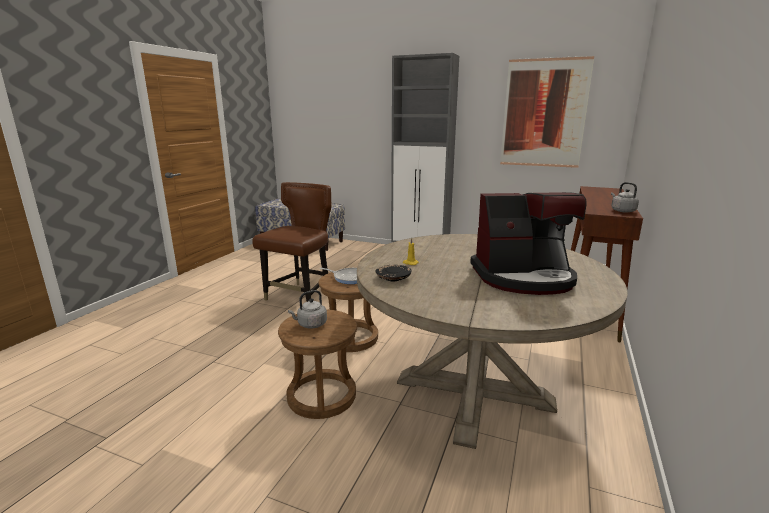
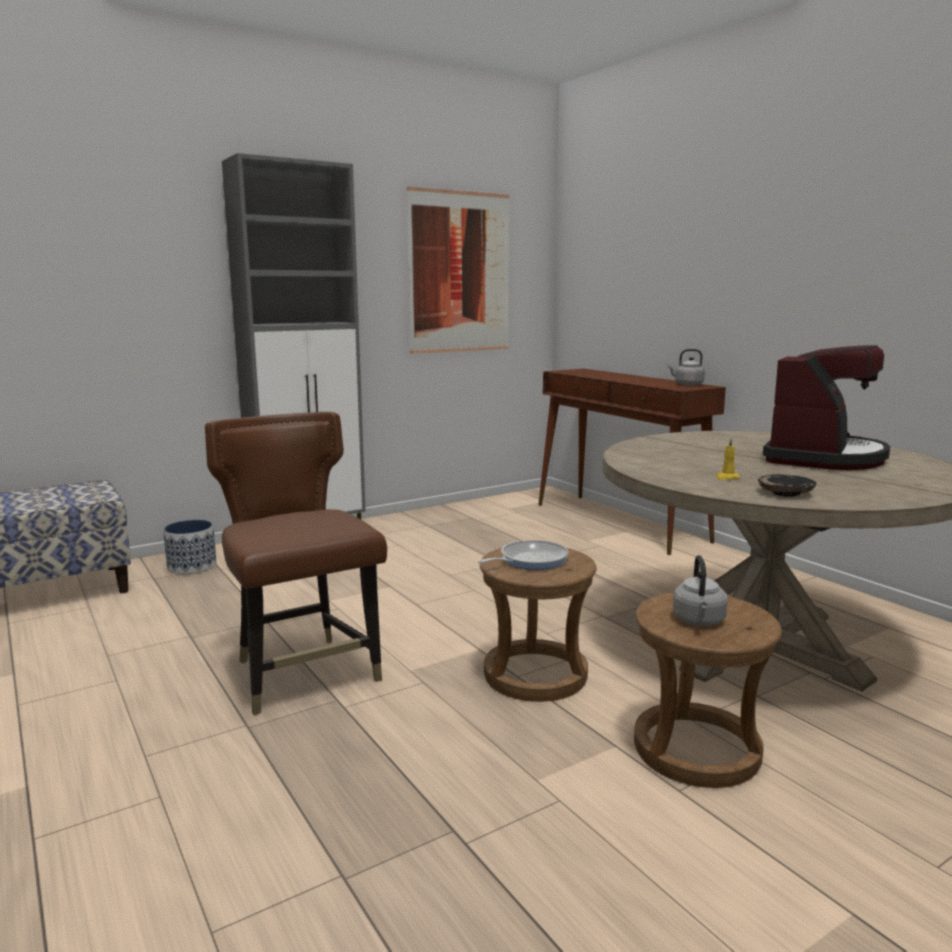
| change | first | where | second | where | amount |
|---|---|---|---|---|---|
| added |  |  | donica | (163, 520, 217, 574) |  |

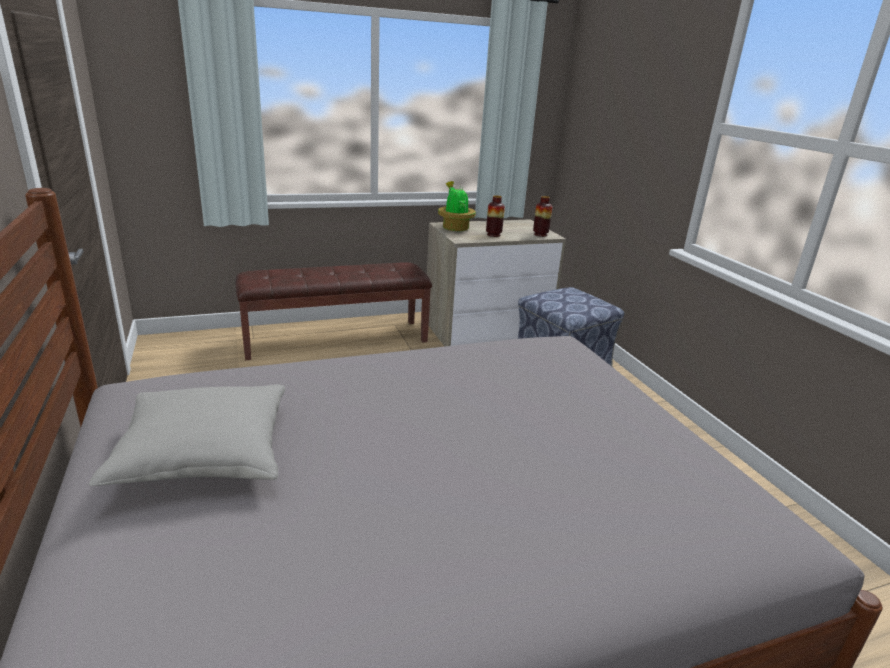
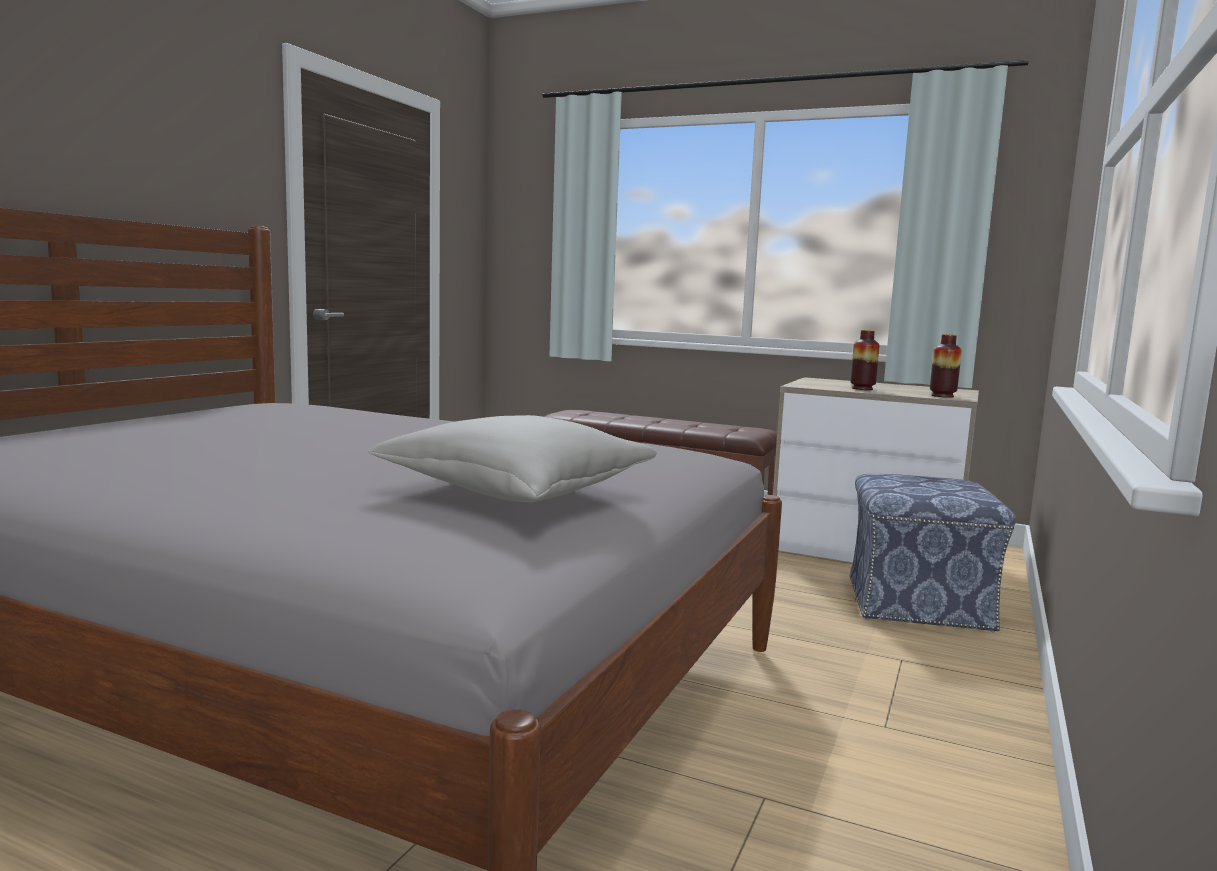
| change | first | where | second | where | amount |
|---|---|---|---|---|---|
| removed | roślina doniczkowa | (438, 181, 476, 231) |  |  |  |
| moved | poduszka [szary] | (89, 385, 285, 486) |  | (368, 415, 657, 502) |  |

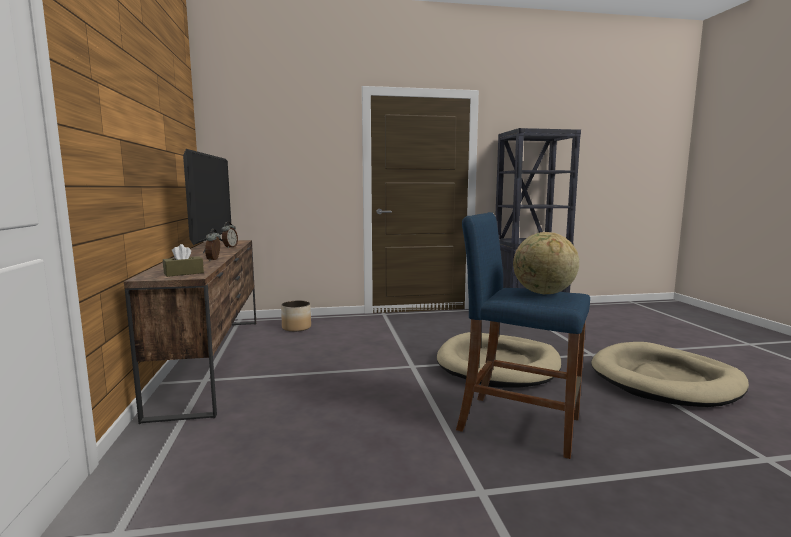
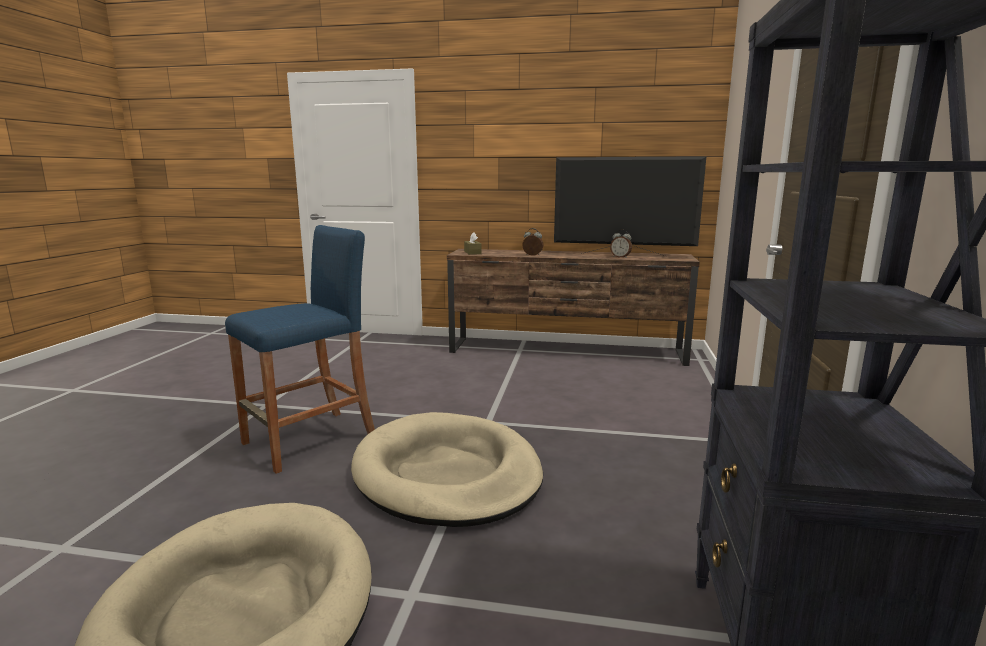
| change | first | where | second | where | amount |
|---|---|---|---|---|---|
| removed | globus | (513, 232, 579, 294) |  |  |  |
| removed | donica | (281, 300, 311, 332) |  |  |  |

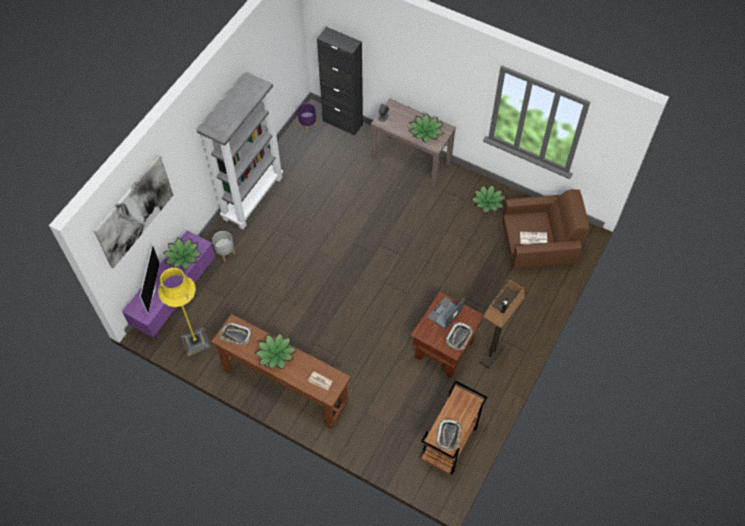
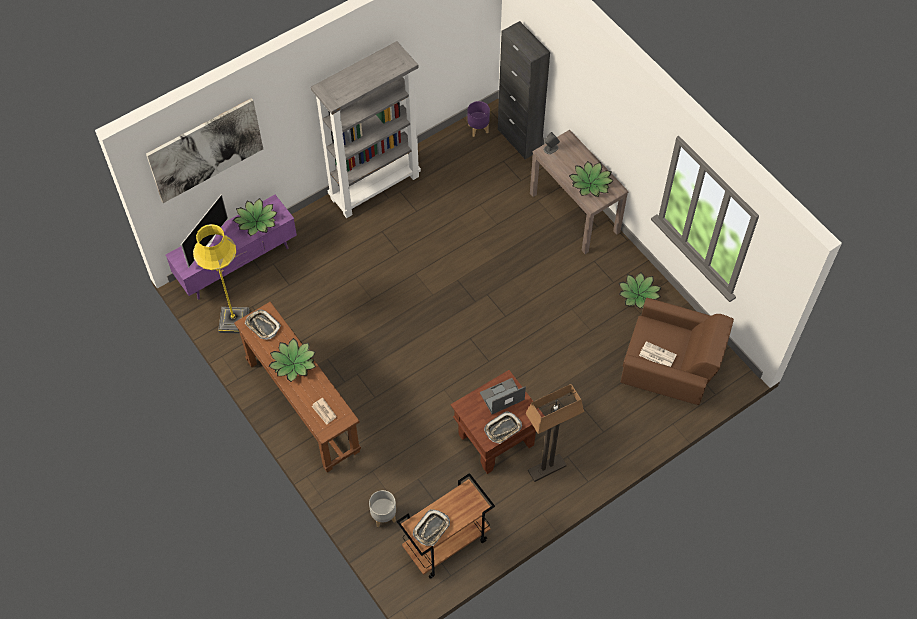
| change | first | where | second | where | amount |
|---|---|---|---|---|---|
| moved | donica [szary] | (212, 231, 236, 262) |  | (369, 490, 396, 528) |  |

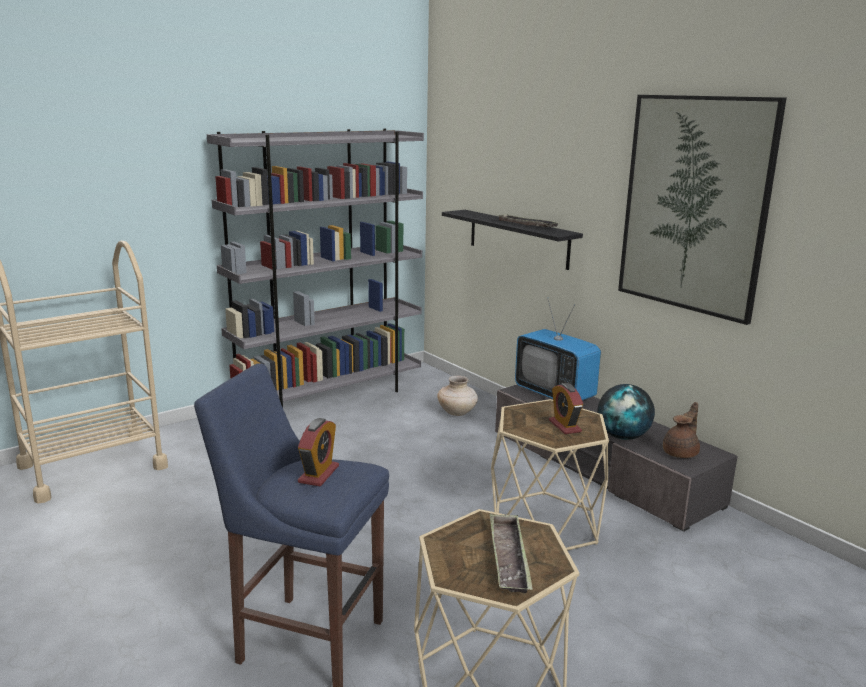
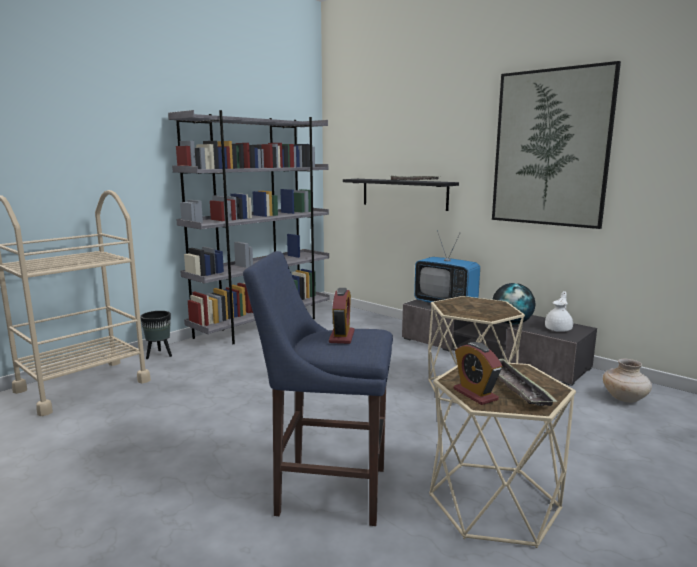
| change | first | where | second | where | amount |
|---|---|---|---|---|---|
| moved | wazon [beżowy] | (437, 376, 478, 416) |  | (603, 359, 652, 403) |  |
| moved | budzik | (549, 383, 583, 434) |  | (454, 342, 502, 405) |  |
| recoloured | imbryk [brązowy] | (663, 402, 700, 458) | imbryk [biały] | (545, 291, 573, 332) |  |
| added |  |  | donica [czarny] | (140, 311, 172, 359) |  |

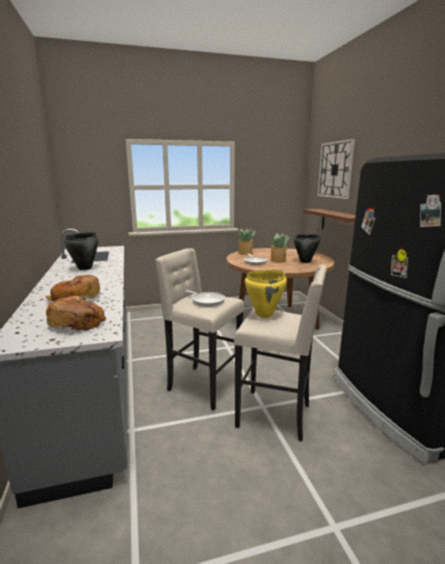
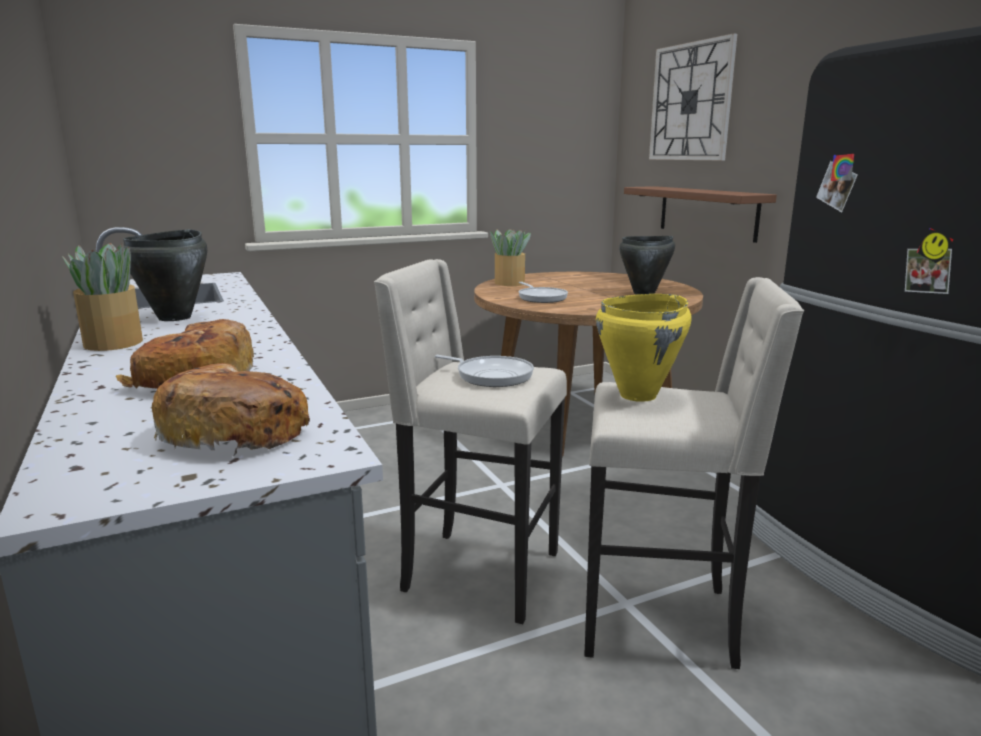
| change | first | where | second | where | amount |
|---|---|---|---|---|---|
| moved | roślina doniczkowa | (271, 233, 289, 263) |  | (62, 243, 143, 351) |  |

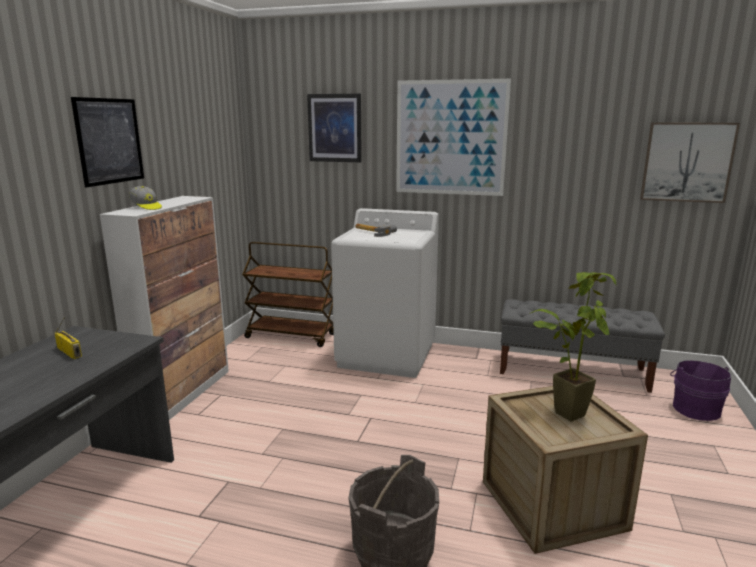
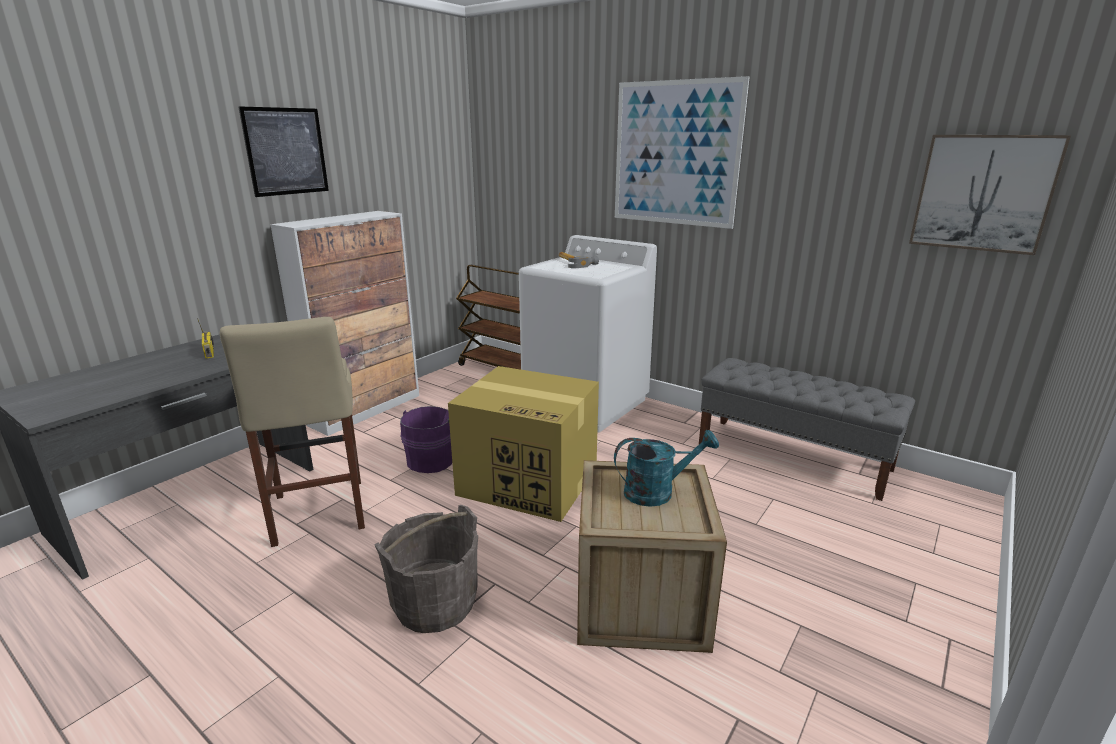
| change | first | where | second | where | amount |
|---|---|---|---|---|---|
| removed | obraz | (307, 94, 362, 162) |  |  |  |
| removed | czapka z daszkiem | (129, 186, 162, 210) |  |  |  |
| replaced | roślina doniczkowa | (529, 272, 616, 421) | konewka [turkusowy] | (614, 430, 719, 507) |  |
| moved | wiadro [fioletowy] | (670, 360, 731, 421) |  | (400, 406, 452, 473) |  |
| added |  |  | stołek [beżowy] | (220, 317, 365, 547) |  |
| added |  |  | karton | (448, 366, 599, 522) |  |

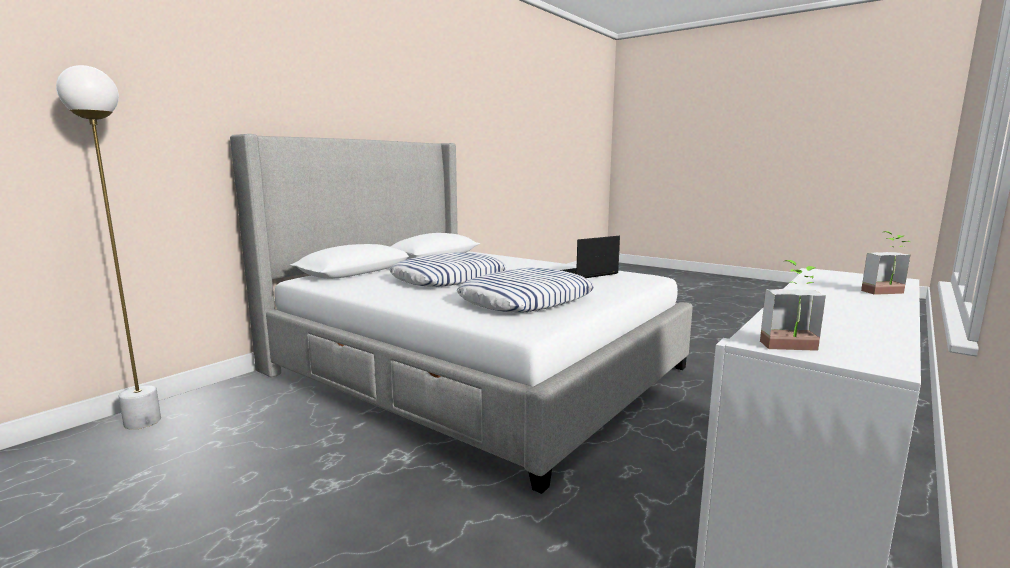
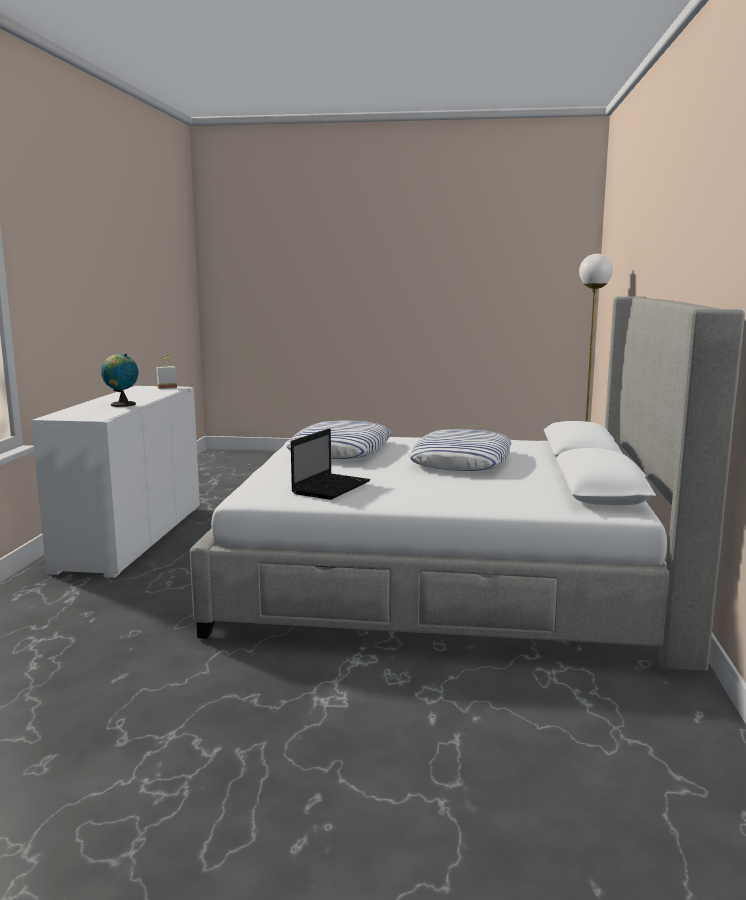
| change | first | where | second | where | amount |
|---|---|---|---|---|---|
| removed | roślina doniczkowa | (861, 231, 911, 295) |  |  |  |
| added |  |  | globus | (101, 354, 139, 407) |  |

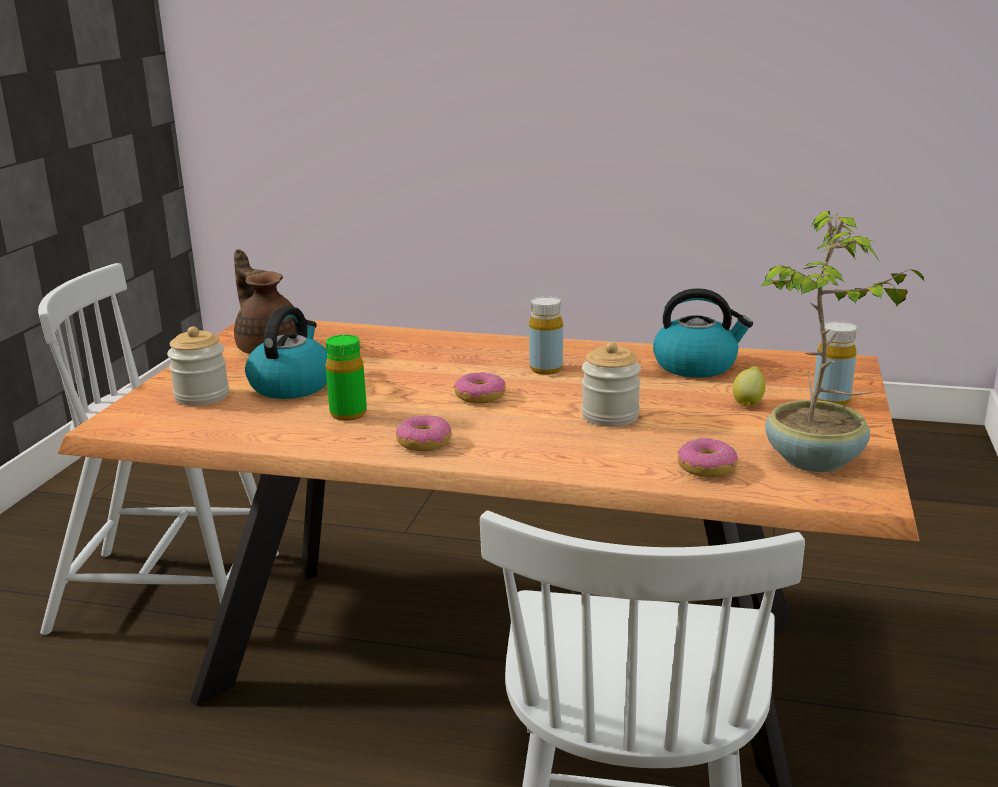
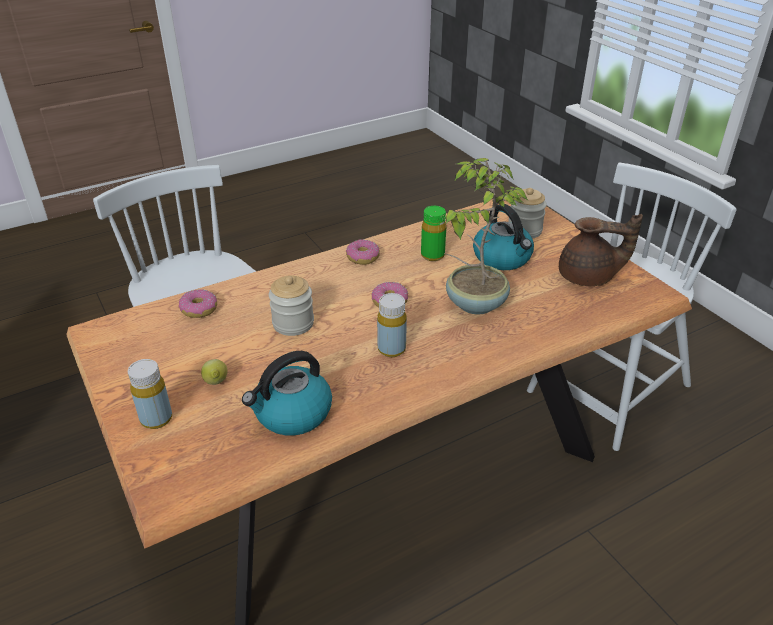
| change | first | where | second | where | amount |
|---|---|---|---|---|---|
| moved | roślina doniczkowa | (760, 211, 924, 472) |  | (446, 158, 528, 314) |  |

